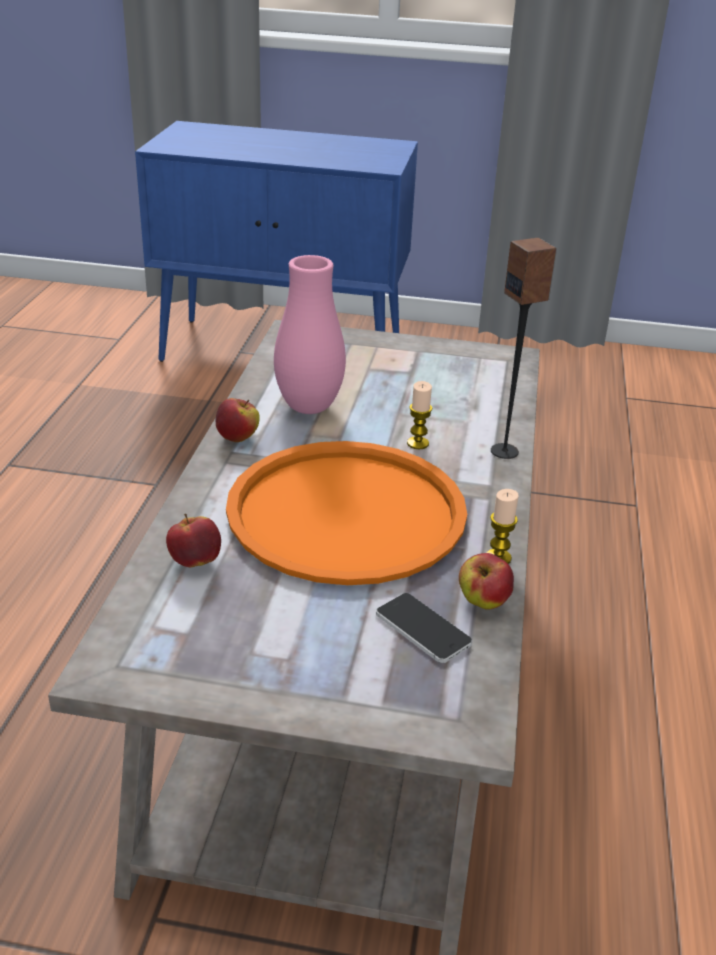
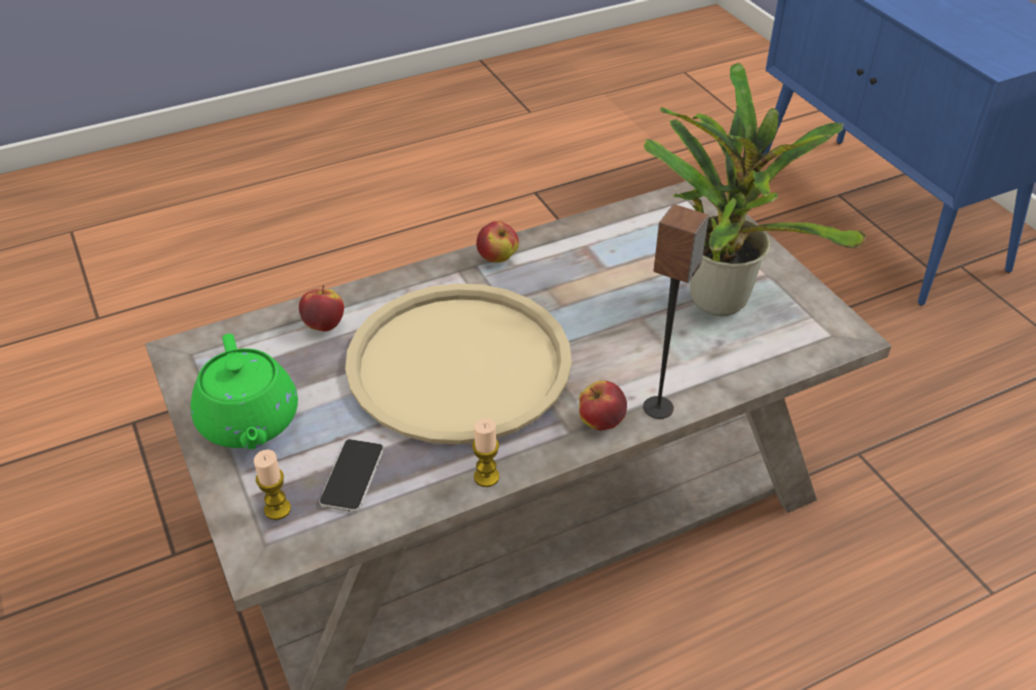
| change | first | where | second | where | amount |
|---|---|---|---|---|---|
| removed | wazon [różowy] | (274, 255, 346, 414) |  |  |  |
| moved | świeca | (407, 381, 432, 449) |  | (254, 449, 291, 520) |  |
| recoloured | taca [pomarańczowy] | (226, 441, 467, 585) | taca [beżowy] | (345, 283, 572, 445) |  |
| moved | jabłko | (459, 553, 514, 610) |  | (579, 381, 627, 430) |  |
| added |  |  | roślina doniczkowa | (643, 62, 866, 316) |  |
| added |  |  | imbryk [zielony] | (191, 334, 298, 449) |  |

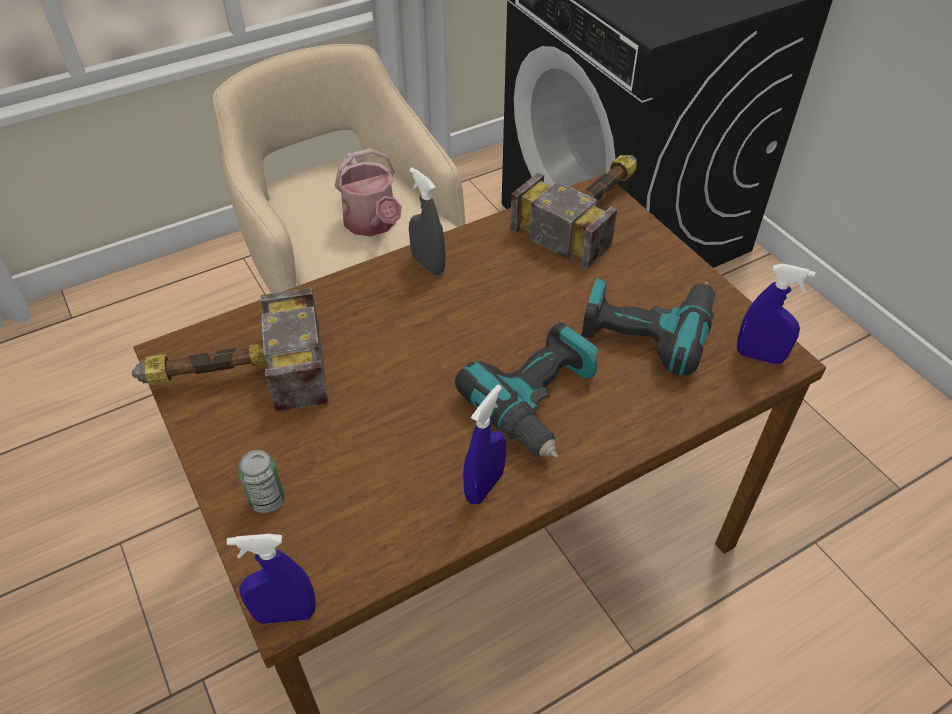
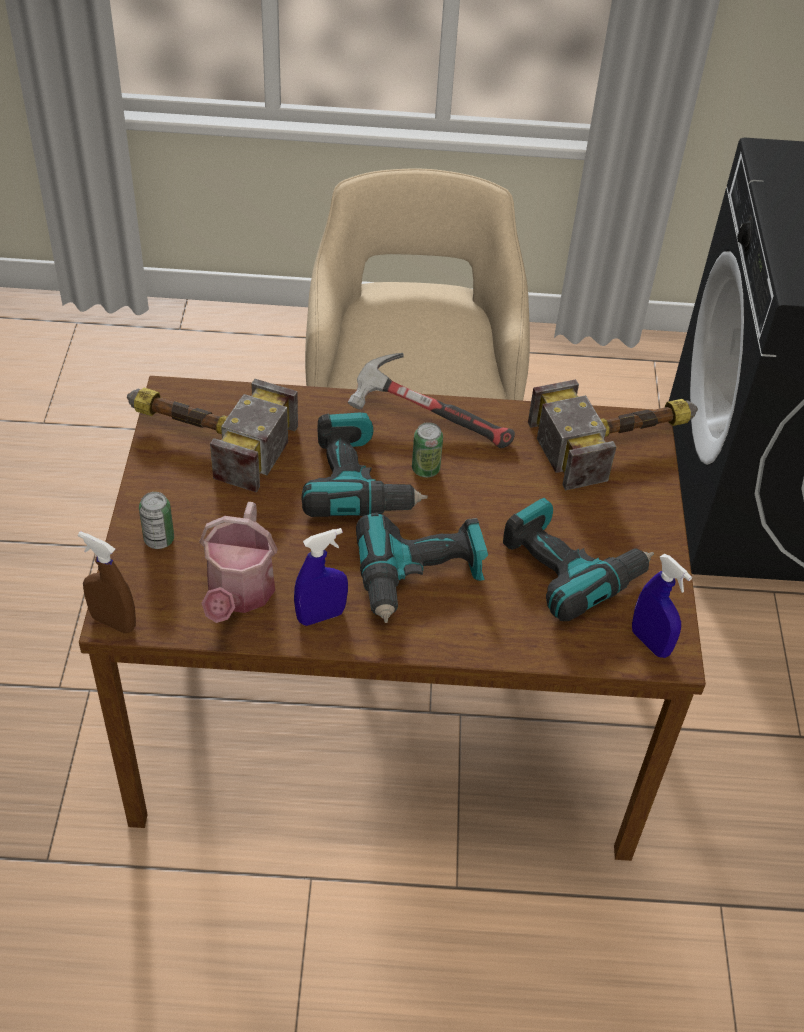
| change | first | where | second | where | amount |
|---|---|---|---|---|---|
| moved | konewka | (335, 148, 402, 236) |  | (199, 502, 278, 623) |  |
| replaced | spryskiwacz [szary] | (409, 167, 445, 275) | młotek | (347, 353, 515, 448) |  |
| recoloured | spryskiwacz [niebieski] | (227, 534, 316, 624) | spryskiwacz [brązowy] | (78, 531, 136, 634) |  |
| added |  |  | wiertarka | (301, 412, 427, 517) |  |
| added |  |  | puszka | (412, 422, 443, 477) |  |

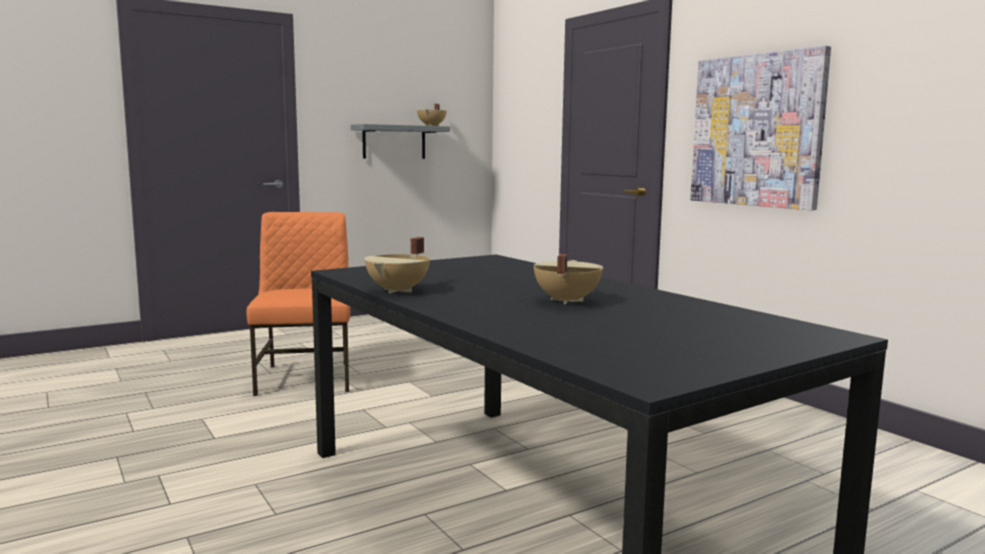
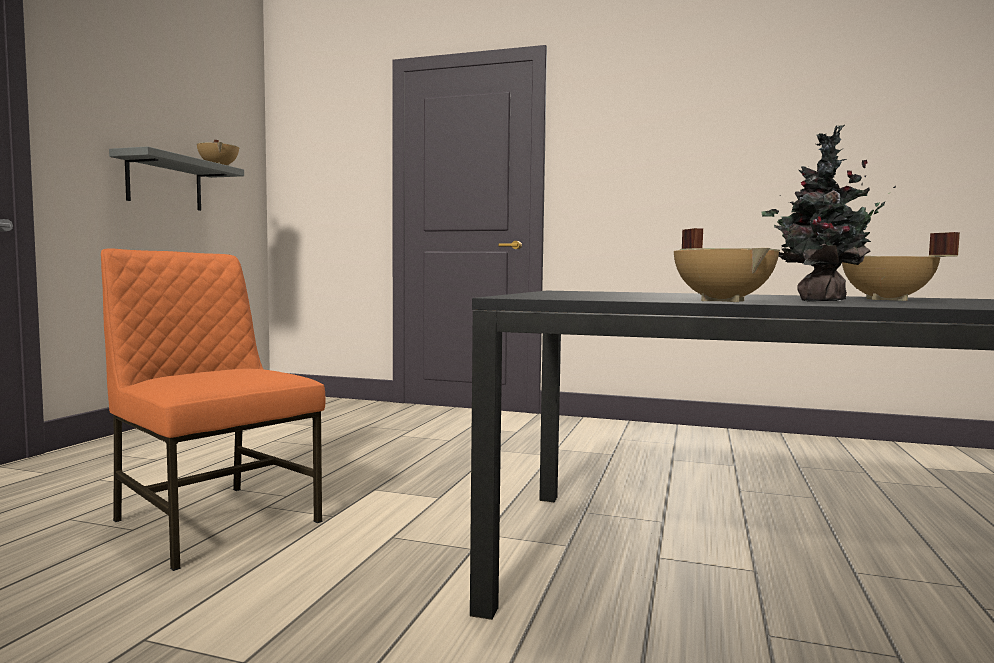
| change | first | where | second | where | amount |
|---|---|---|---|---|---|
| removed | obraz | (691, 46, 831, 210) |  |  |  |
| added |  |  | roślina doniczkowa | (761, 125, 896, 301) |  |

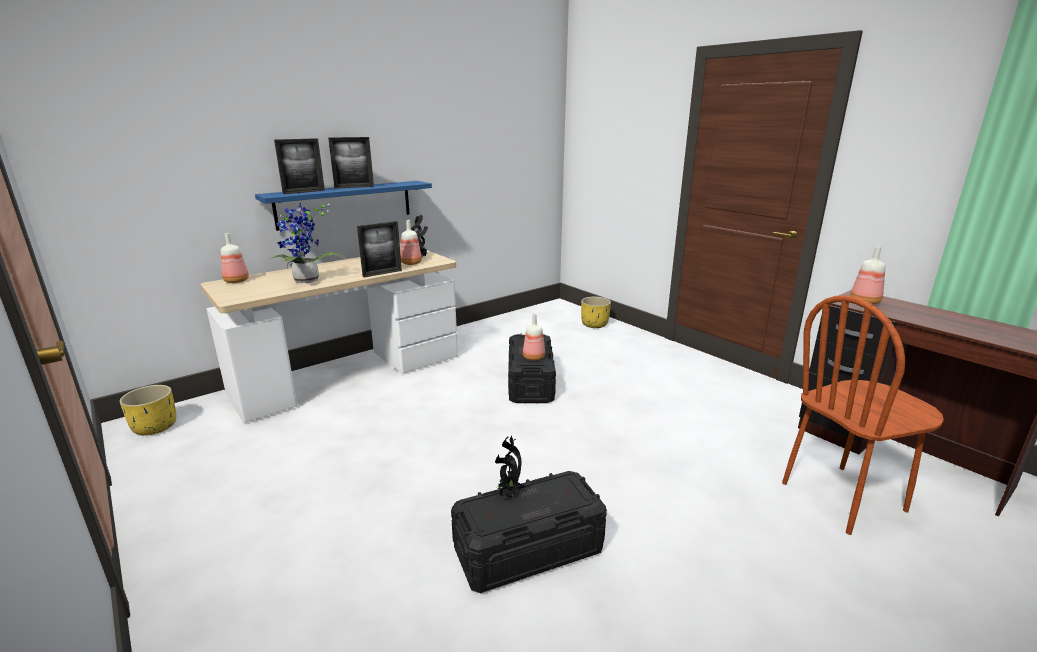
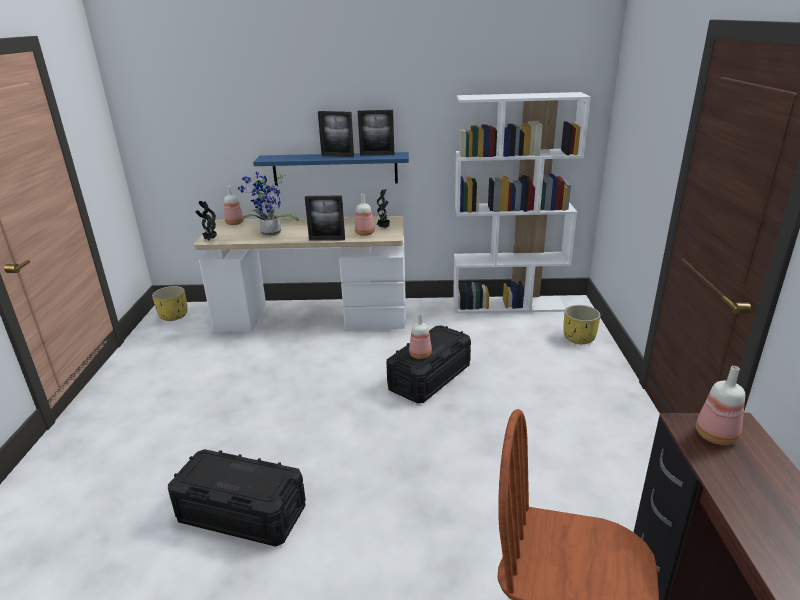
| change | first | where | second | where | amount |
|---|---|---|---|---|---|
| moved | ramka na zdjęcie | (274, 138, 325, 194) |  | (358, 110, 394, 156) |  |
| moved | roślina doniczkowa | (495, 436, 525, 498) |  | (195, 201, 217, 240) |  |
| added |  |  | regał [biały] | (453, 92, 591, 313) |  |

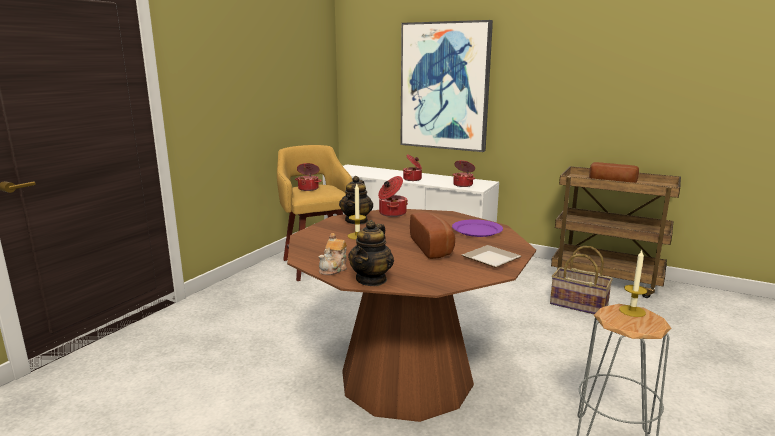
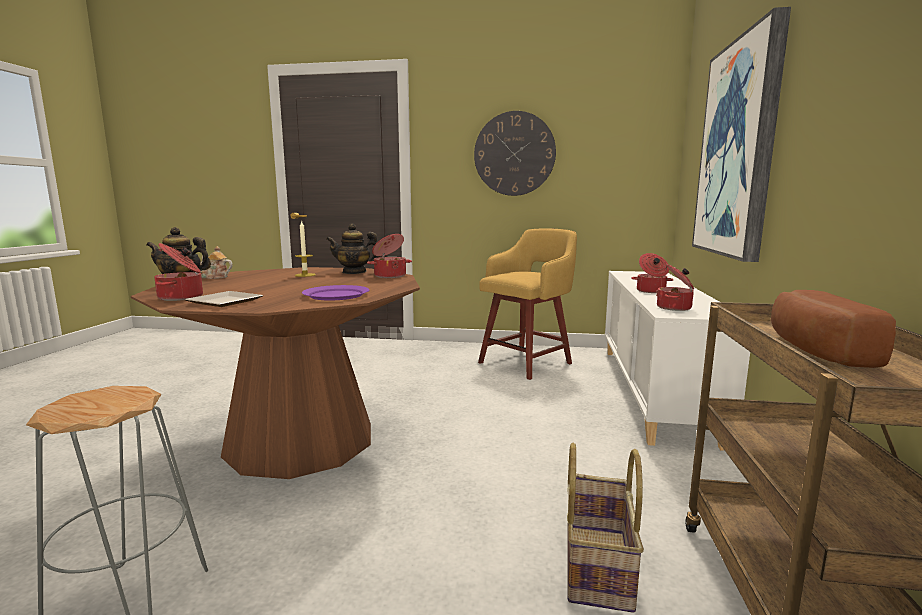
| change | first | where | second | where | amount |
|---|---|---|---|---|---|
| moved | garnek | (295, 163, 322, 191) |  | (154, 243, 203, 301) |  |
| removed | chleb | (410, 212, 455, 259) |  |  |  |
| removed | świeca | (619, 250, 647, 317) |  |  |  |
| added |  |  | zegar ścienny | (474, 111, 556, 196) |  |

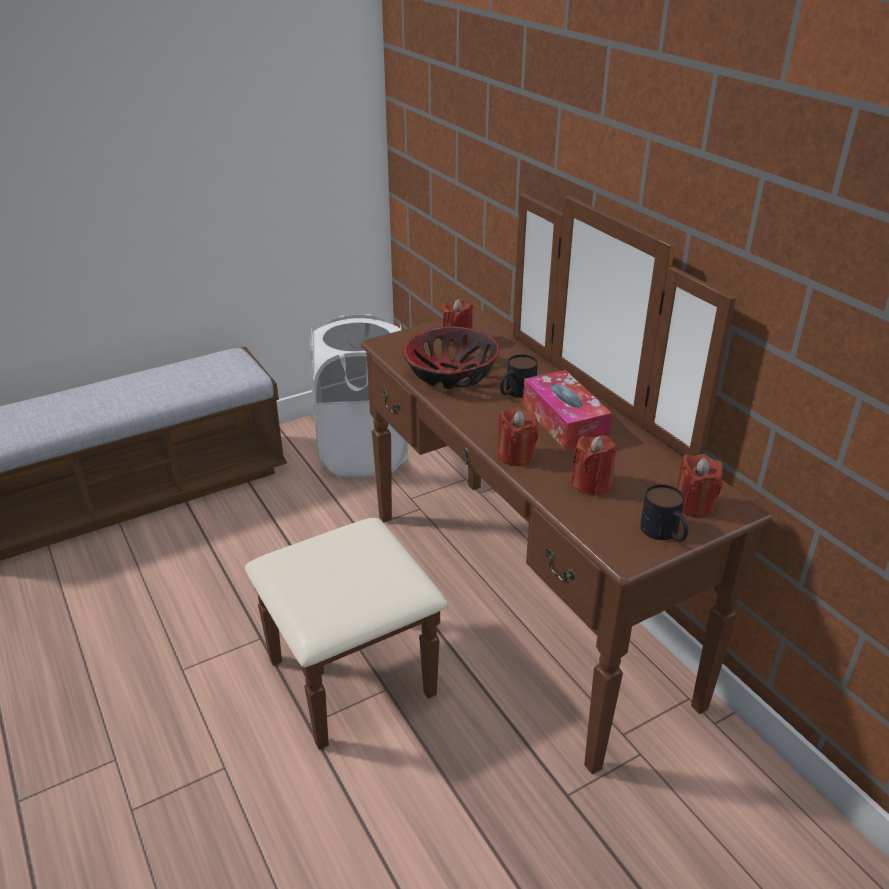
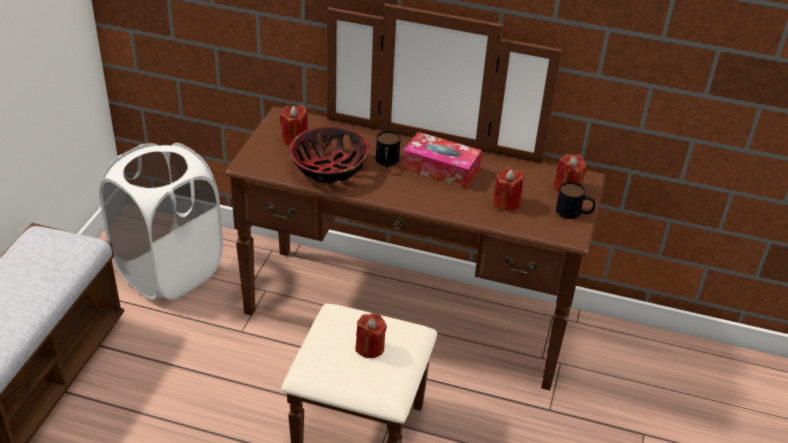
| change | first | where | second | where | amount |
|---|---|---|---|---|---|
| moved | świeca [czerwony] | (497, 407, 539, 466) |  | (355, 313, 387, 358) |  |

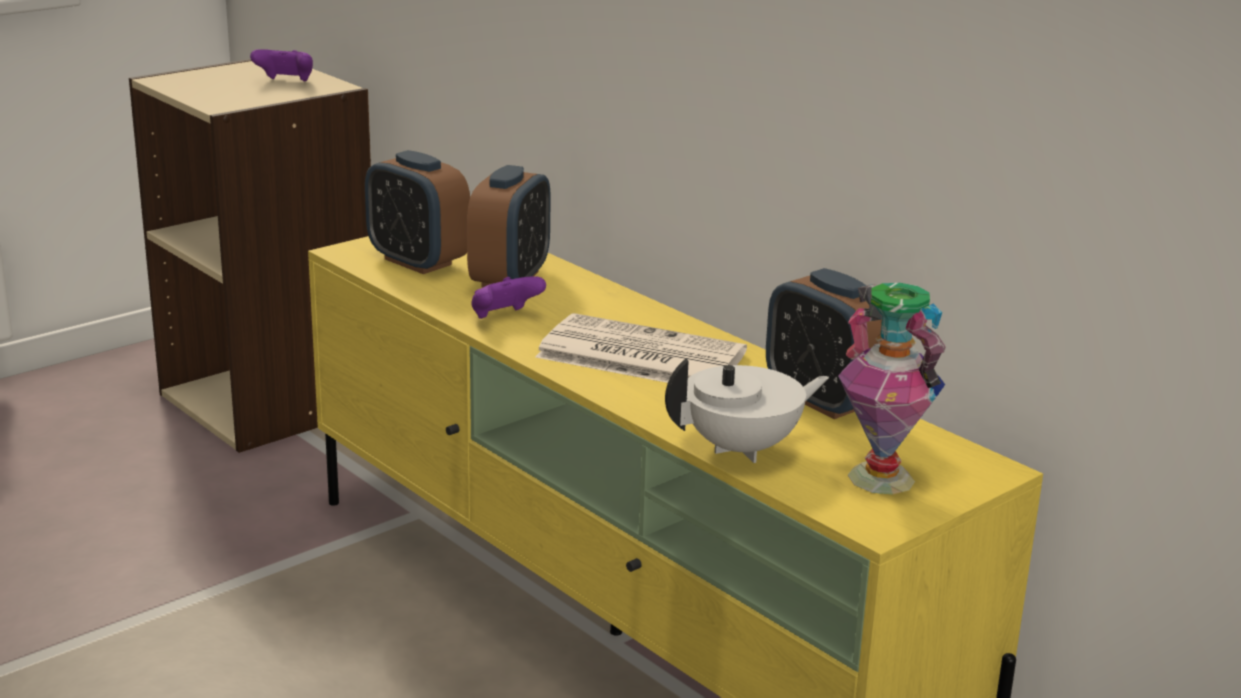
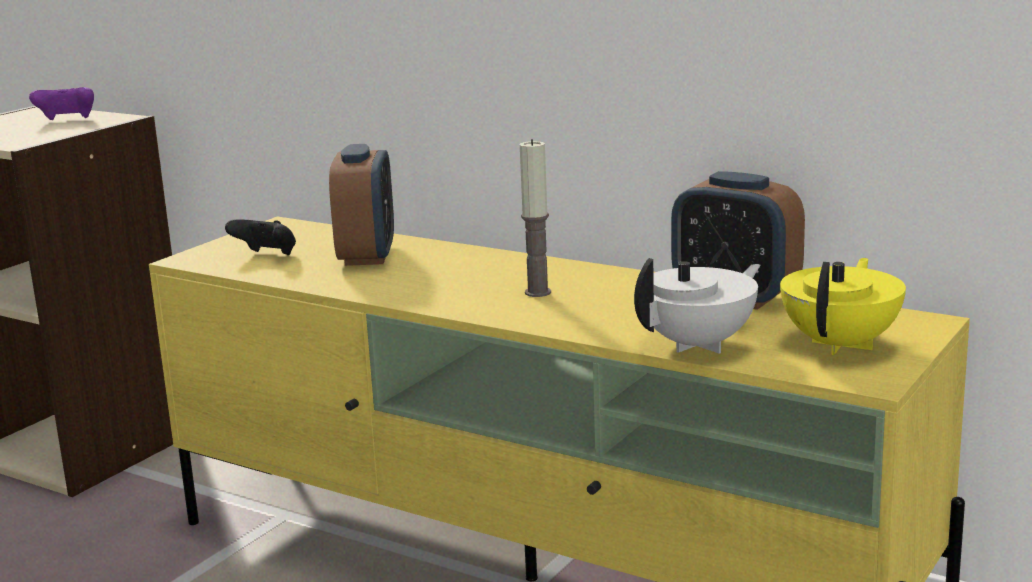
| change | first | where | second | where | amount |
|---|---|---|---|---|---|
| replaced | budzik | (365, 150, 470, 274) | pad do gier [czarny] | (225, 219, 296, 255) |  |
| removed | pad do gier [fioletowy] | (471, 276, 546, 319) |  |  |  |
| replaced | wazon | (838, 283, 945, 495) | imbryk [żółty] | (780, 258, 906, 355) |  |
| replaced | gazeta | (535, 313, 747, 383) | świeca | (520, 139, 551, 297) |  |

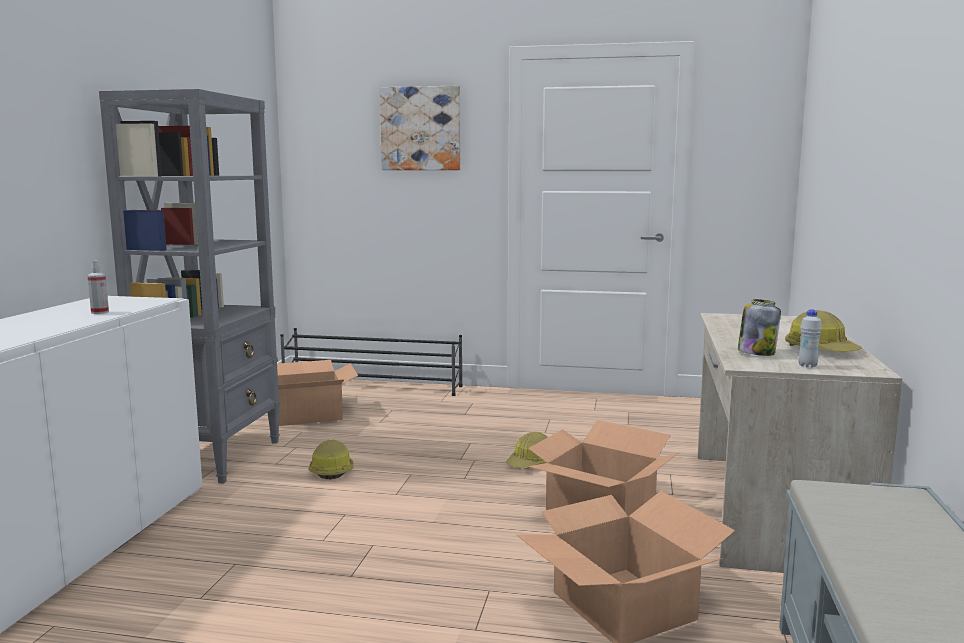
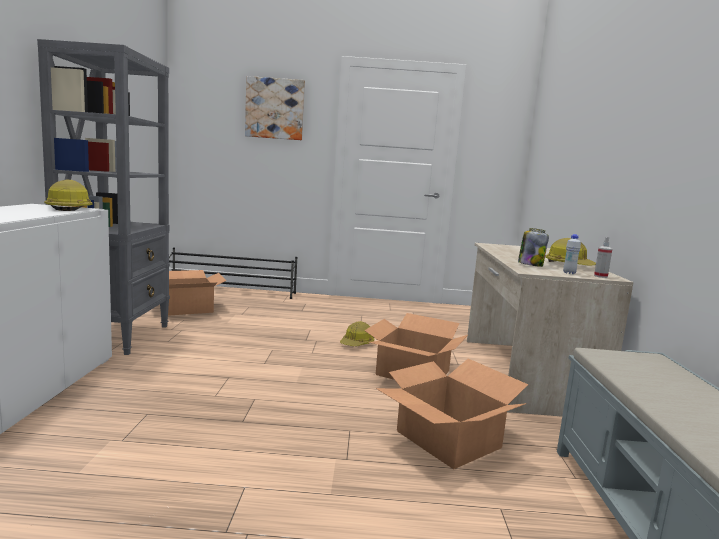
| change | first | where | second | where | amount |
|---|---|---|---|---|---|
| moved | spryskiwacz | (87, 260, 109, 314) |  | (594, 237, 612, 278) |  |
| moved | kask | (309, 439, 354, 480) |  | (44, 179, 93, 211) |  |

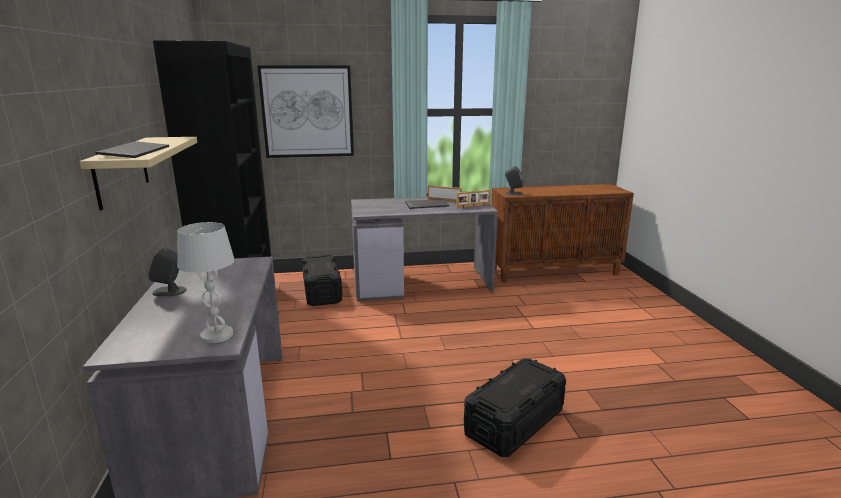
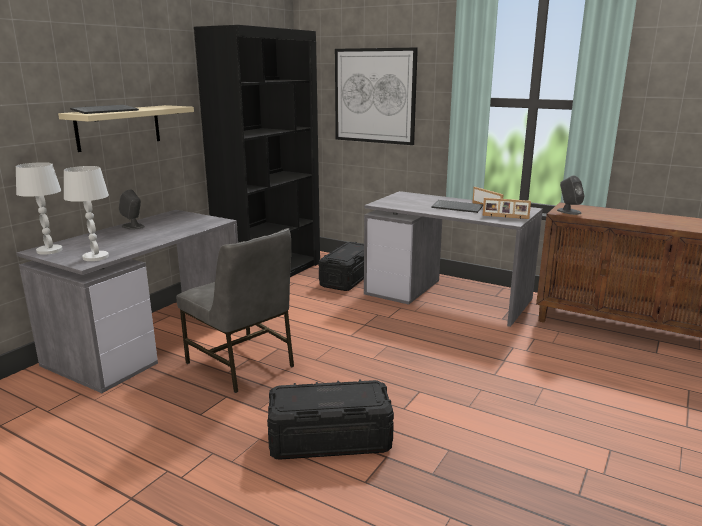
| change | first | where | second | where | amount |
|---|---|---|---|---|---|
| added |  |  | lampa stołowa [biały] | (16, 162, 63, 255) |  |
| added |  |  | krzesło [szary] | (177, 228, 294, 393) |  |

